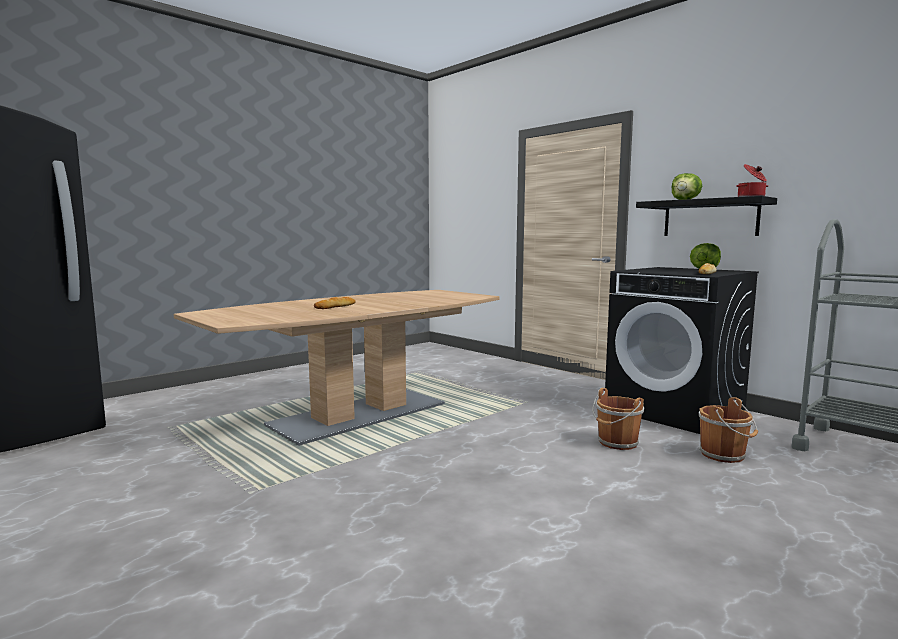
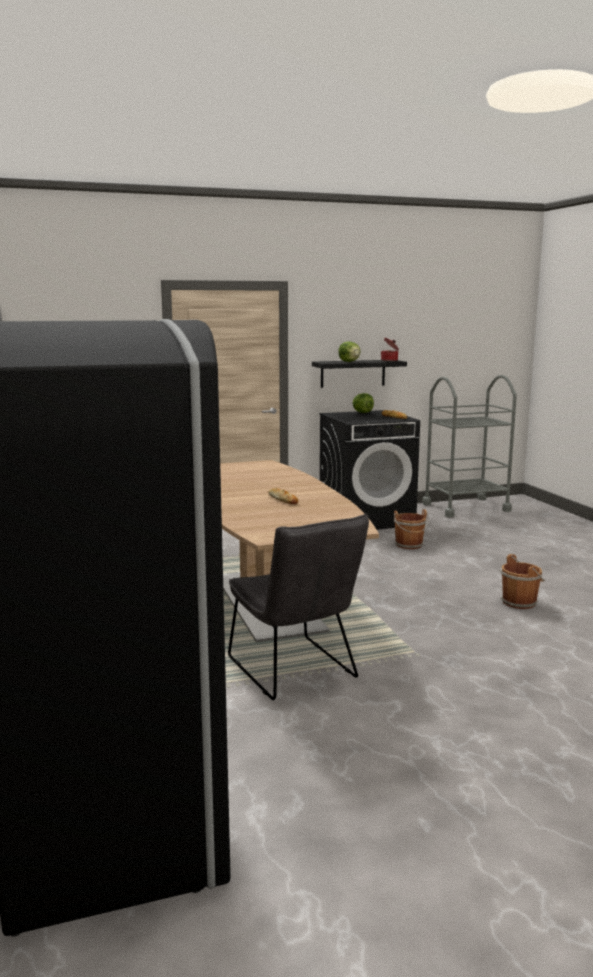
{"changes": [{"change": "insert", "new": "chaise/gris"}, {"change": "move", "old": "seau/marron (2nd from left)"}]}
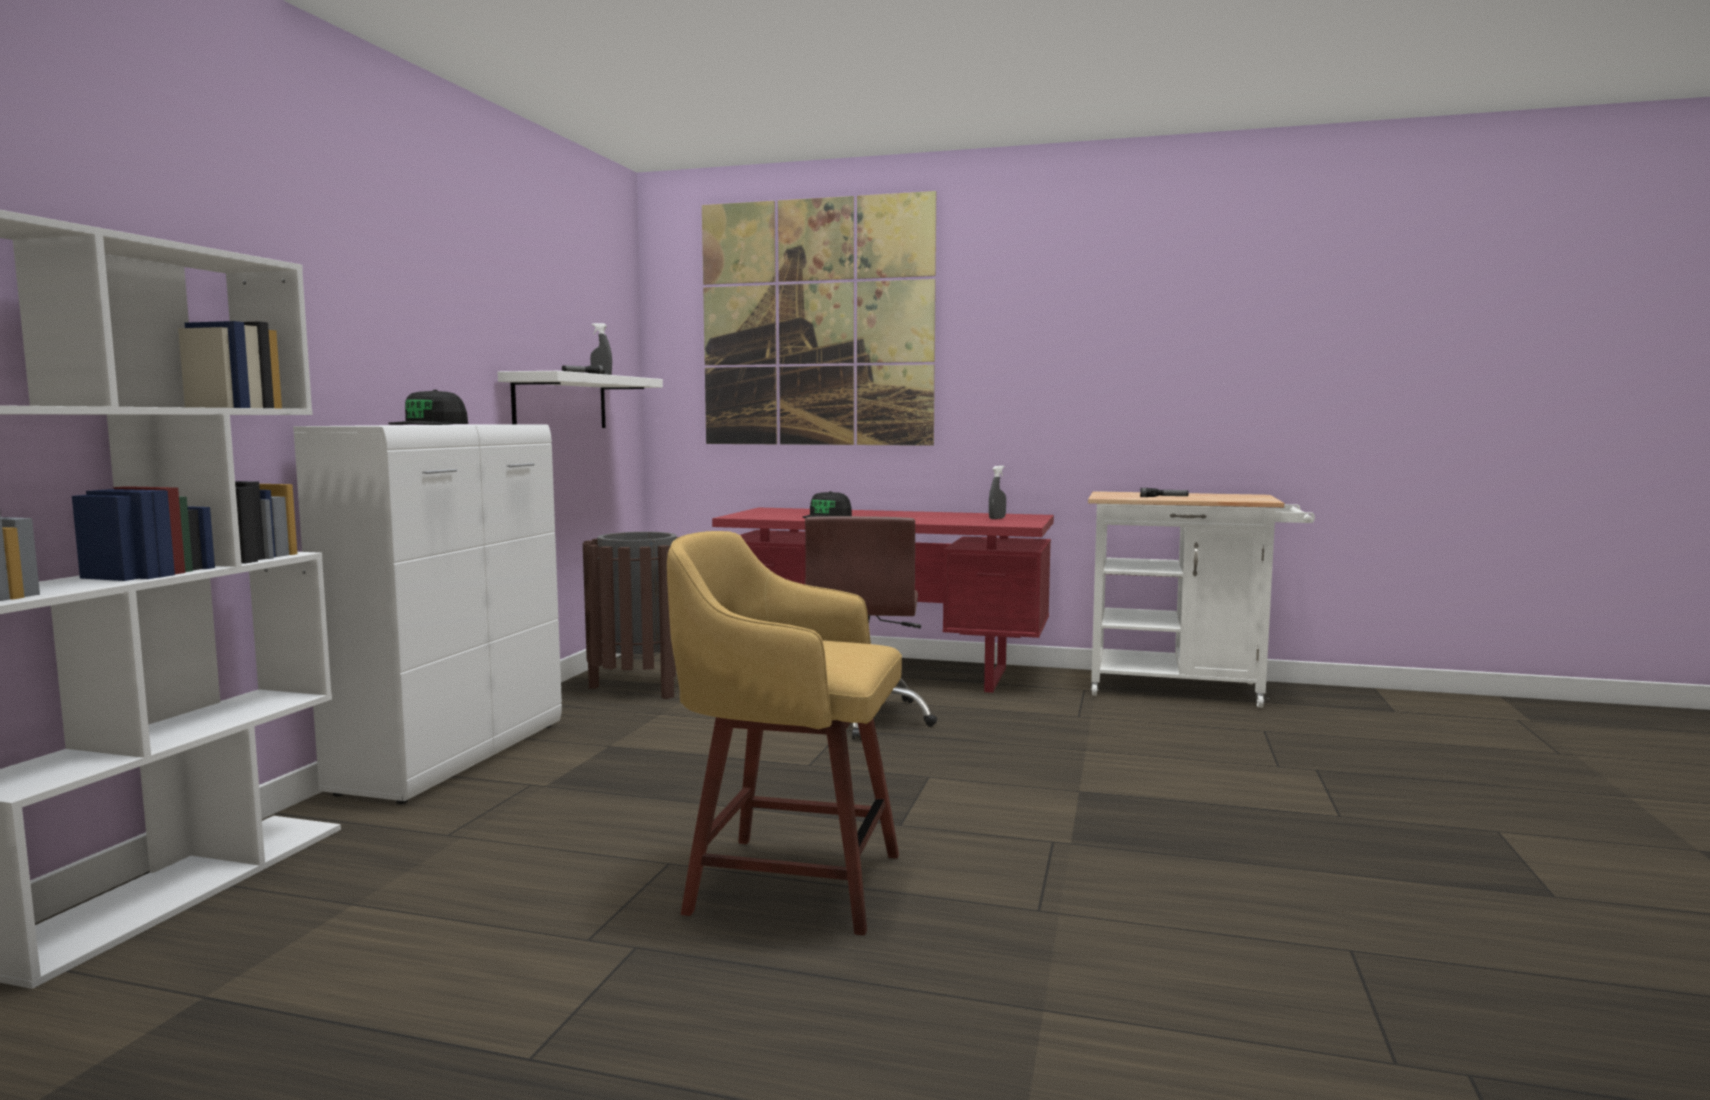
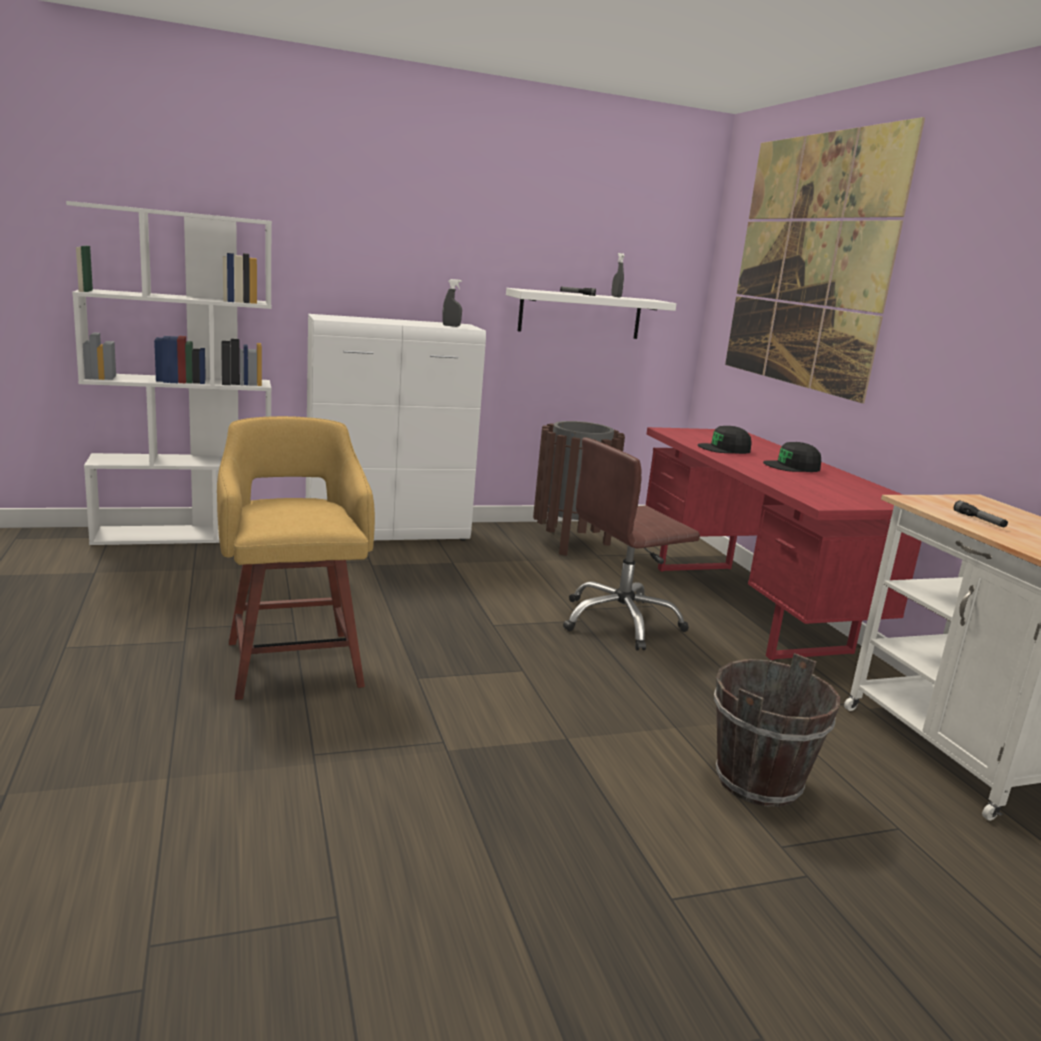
{"changes": [{"change": "move", "old": "vaporisateur/gris (2nd from left in the first image)", "new": "vaporisateur/gris (1st from left)"}, {"change": "insert", "new": "seau/marron"}, {"change": "move", "old": "casquette/noir (1st from left in the first image)", "new": "casquette/noir (2nd from left)"}]}
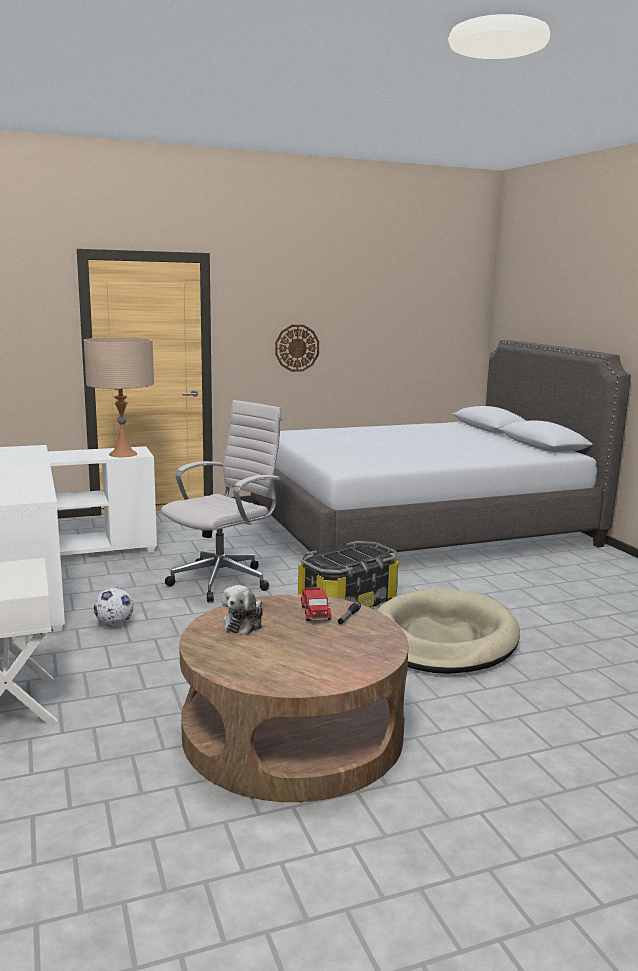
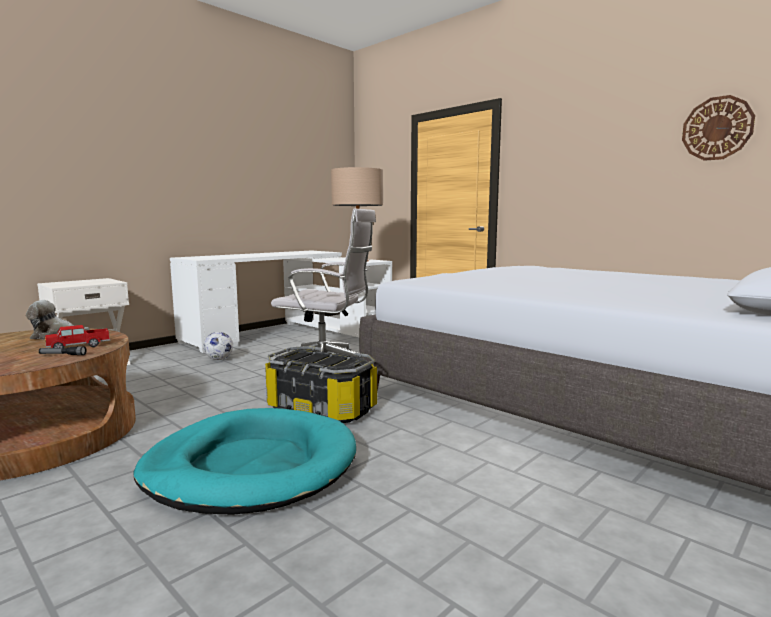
{"changes": [{"change": "recolor", "old": "panier pour chien/beige", "new": "panier pour chien/turquoise"}, {"change": "move", "old": "horloge murale"}]}
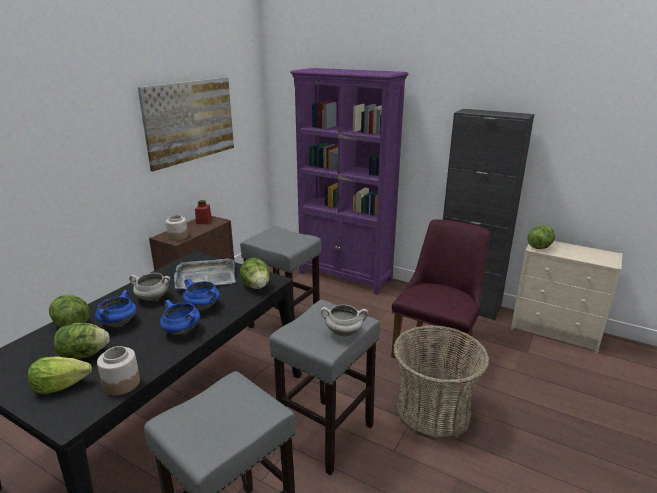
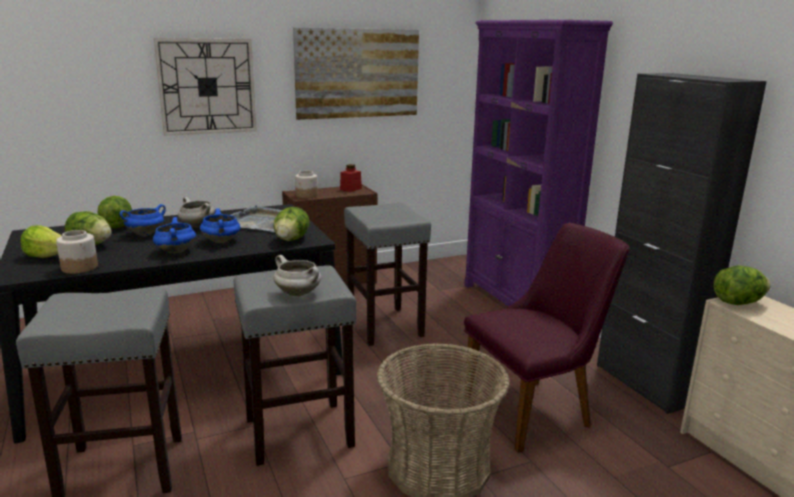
{"changes": [{"change": "insert", "new": "horloge murale"}]}
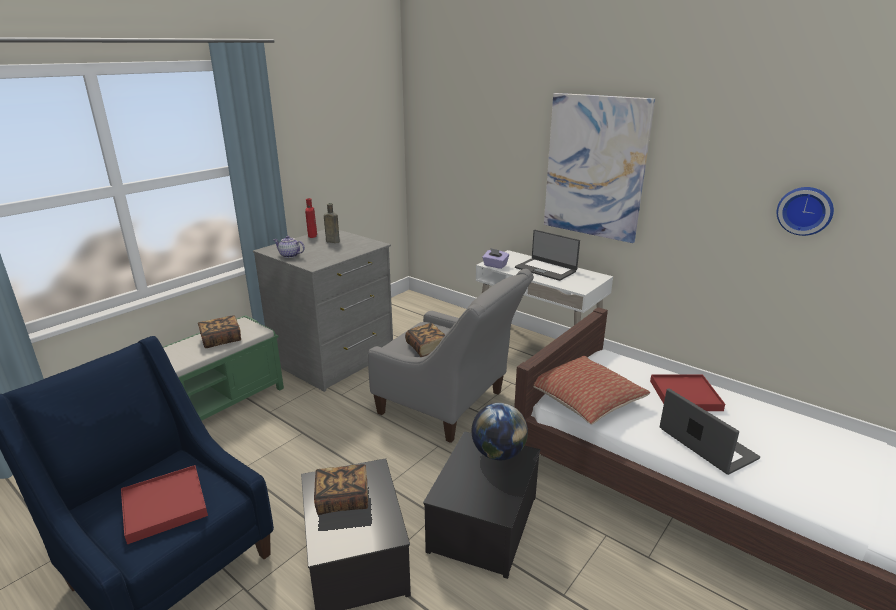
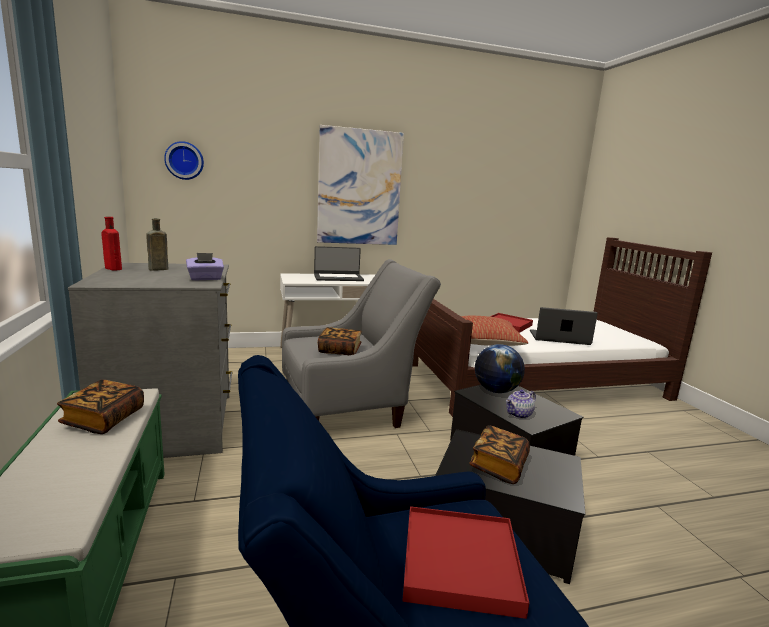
{"changes": [{"change": "move", "old": "horloge murale"}, {"change": "move", "old": "boîte à mouchoirs/violet"}, {"change": "move", "old": "théière"}]}
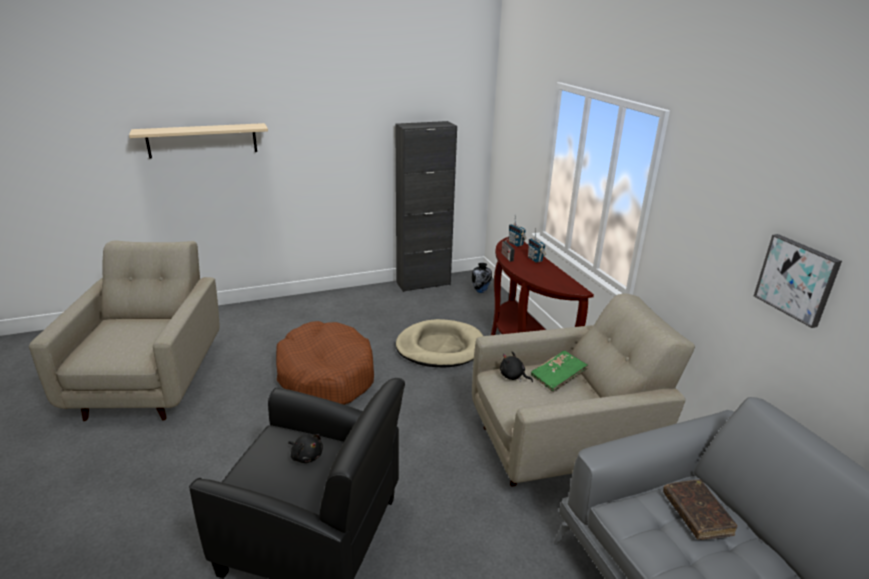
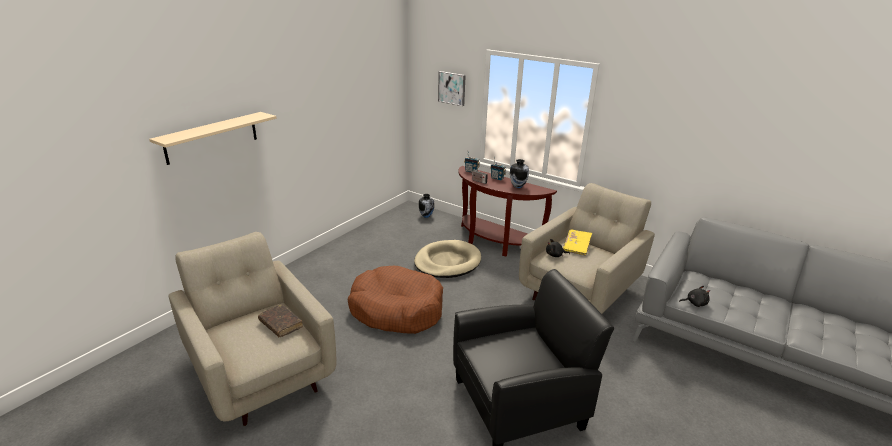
{"changes": [{"change": "move", "old": "livre/marron"}, {"change": "move", "old": "tableau"}, {"change": "insert", "new": "vase (2nd from left)"}, {"change": "recolor", "old": "livre/vert", "new": "livre/jaune"}, {"change": "move", "old": "peluche/noir (1st from left in the first image)", "new": "peluche/noir (2nd from left)"}, {"change": "delete", "old": "meuble de rangement/noir"}]}
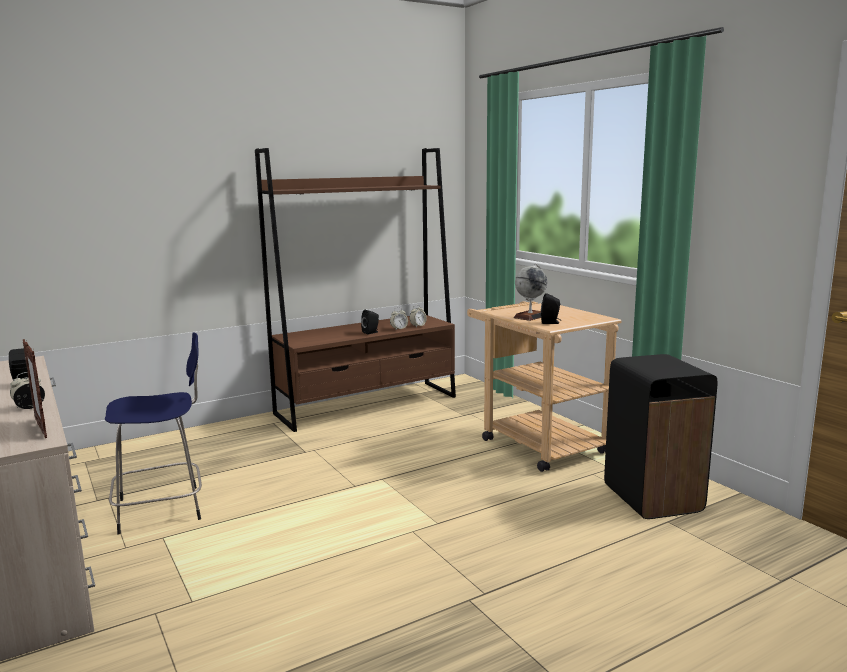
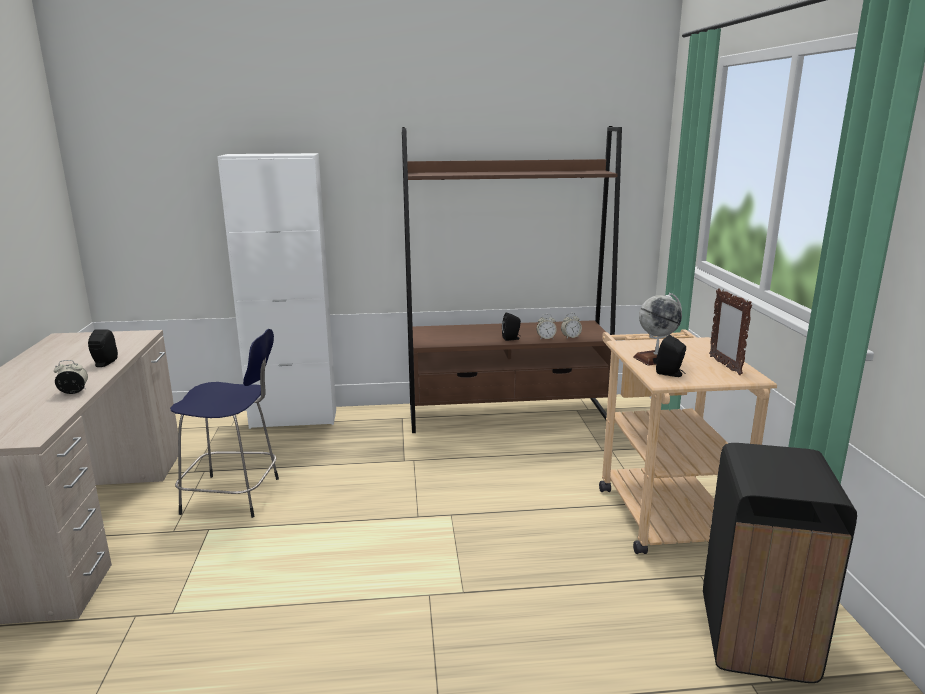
{"changes": [{"change": "insert", "new": "meuble de rangement/blanc"}, {"change": "move", "old": "cadre photo"}]}
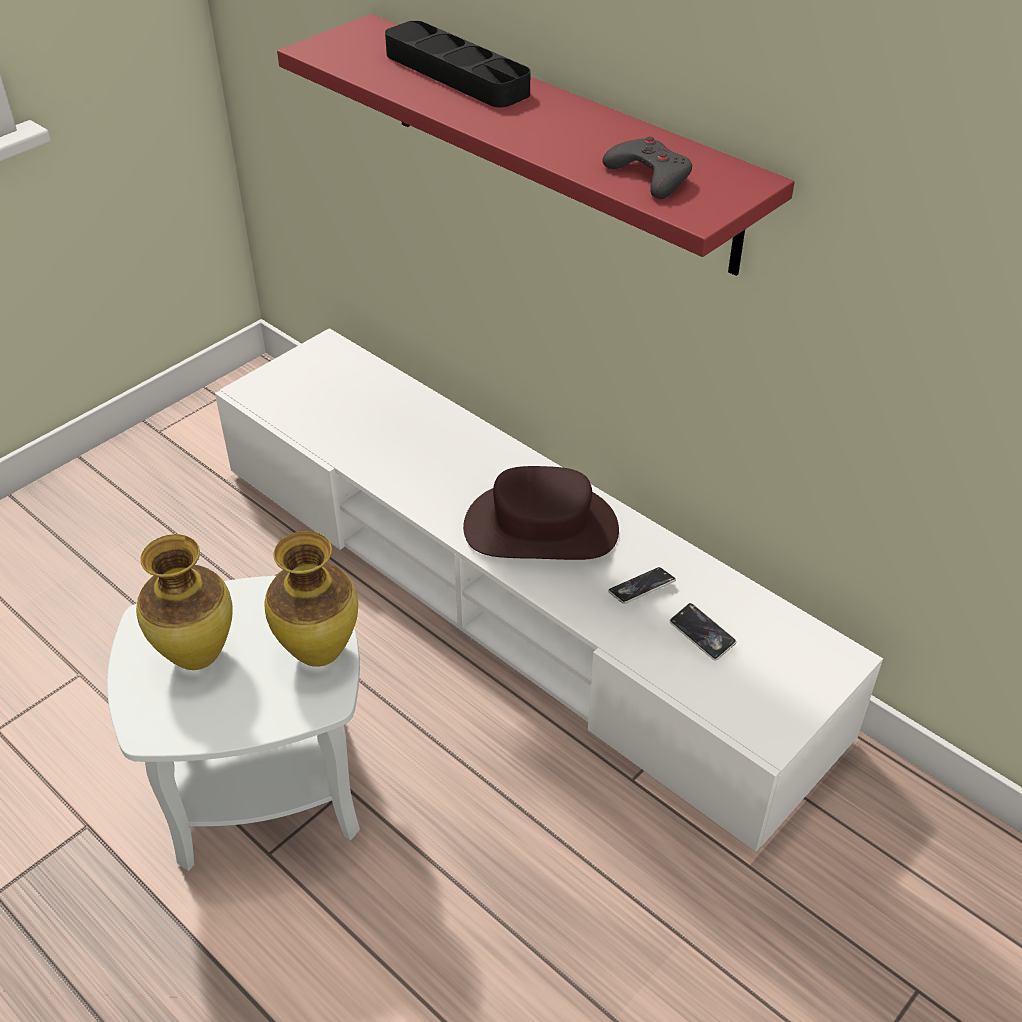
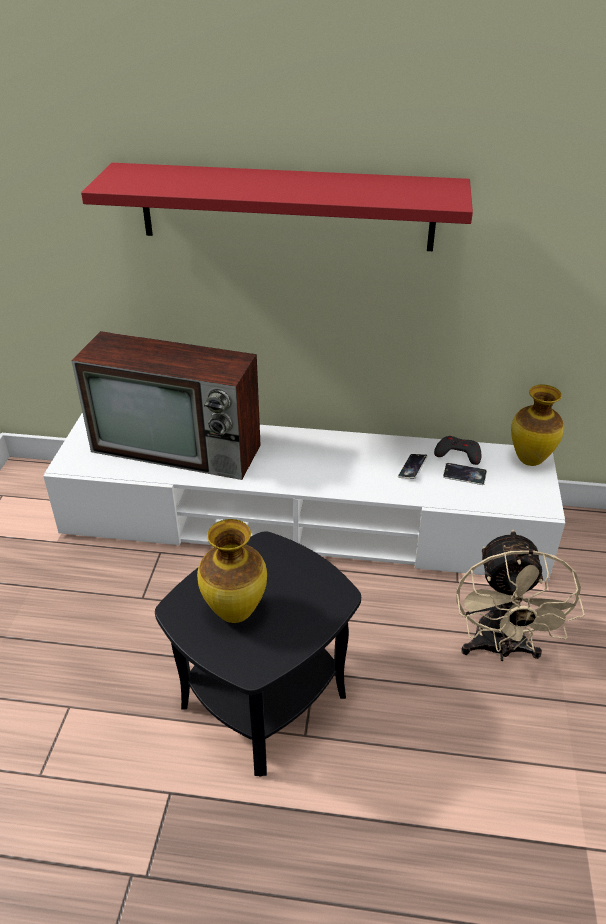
{"changes": [{"change": "insert", "new": "téléviseur"}, {"change": "recolor", "old": "table d'appoint/blanc", "new": "table d'appoint/noir"}, {"change": "move", "old": "manette/gris"}, {"change": "insert", "new": "ventilateur/beige"}, {"change": "move", "old": "vase (2nd from left)"}, {"change": "delete", "old": "plateau/noir"}, {"change": "delete", "old": "chapeau/marron"}]}
